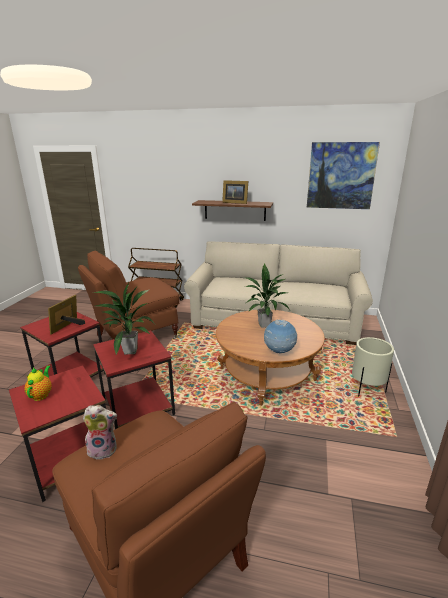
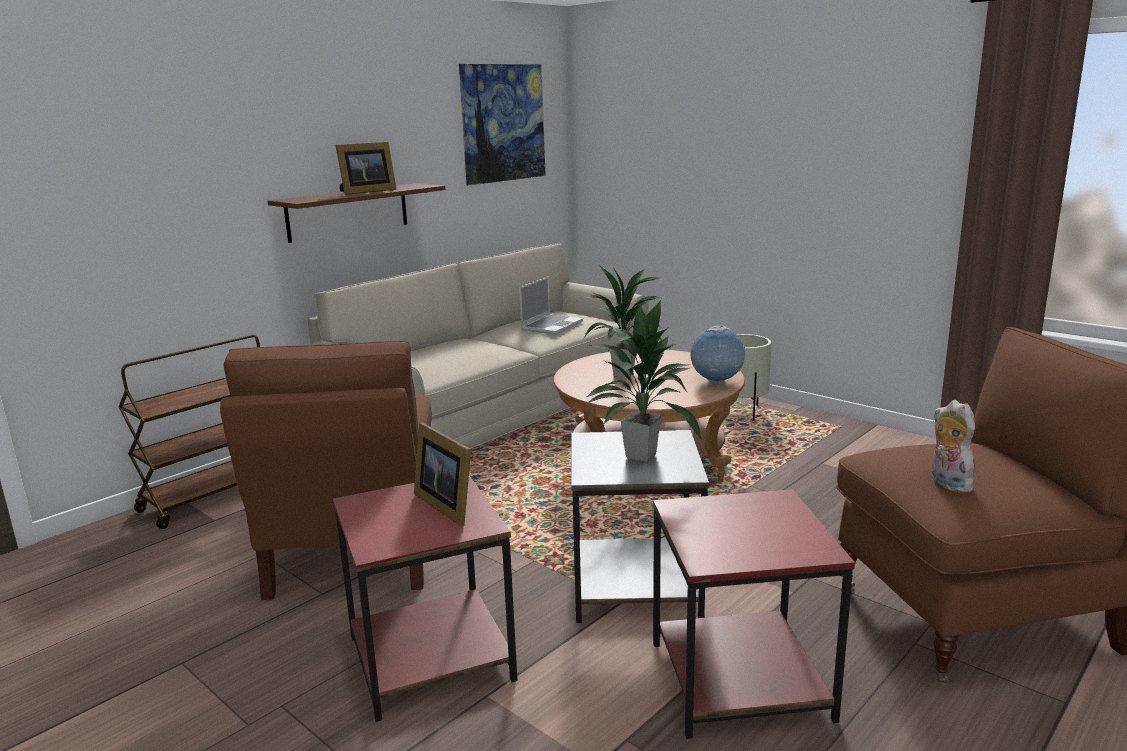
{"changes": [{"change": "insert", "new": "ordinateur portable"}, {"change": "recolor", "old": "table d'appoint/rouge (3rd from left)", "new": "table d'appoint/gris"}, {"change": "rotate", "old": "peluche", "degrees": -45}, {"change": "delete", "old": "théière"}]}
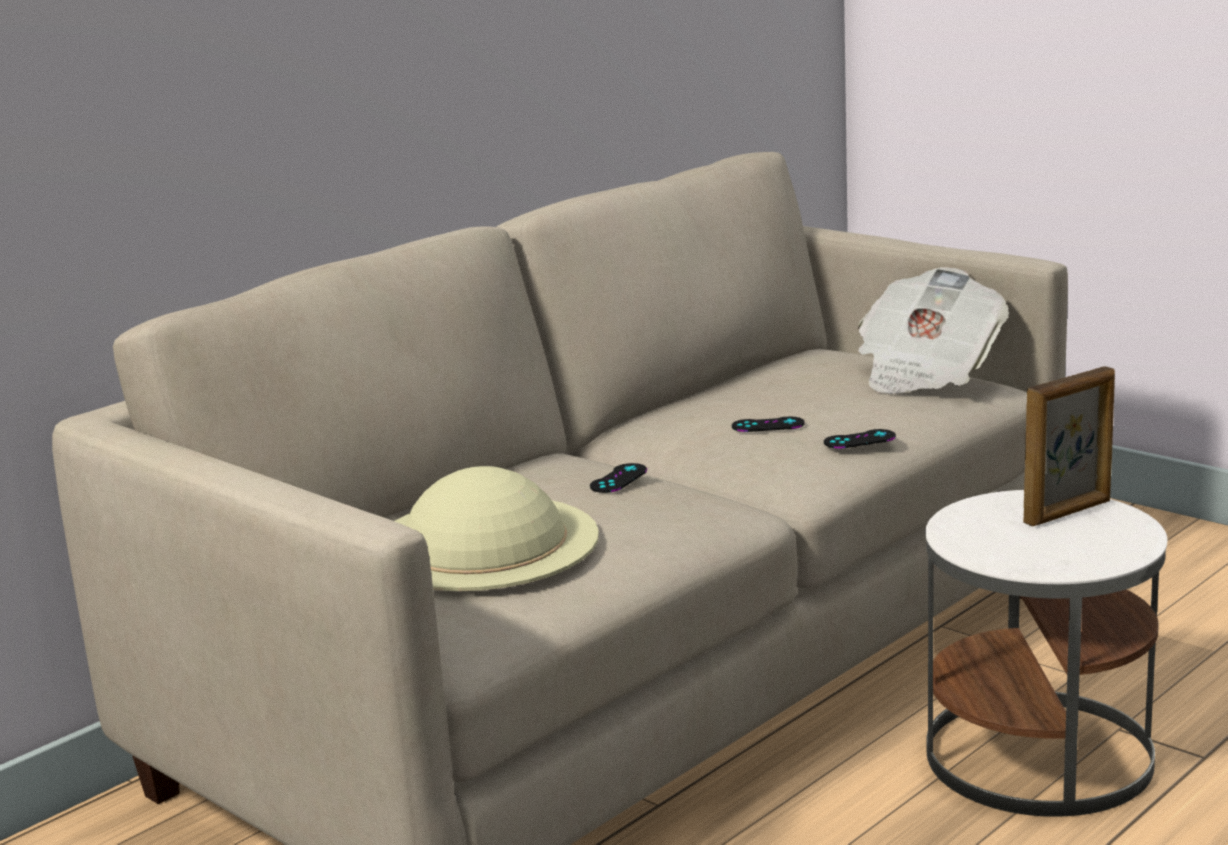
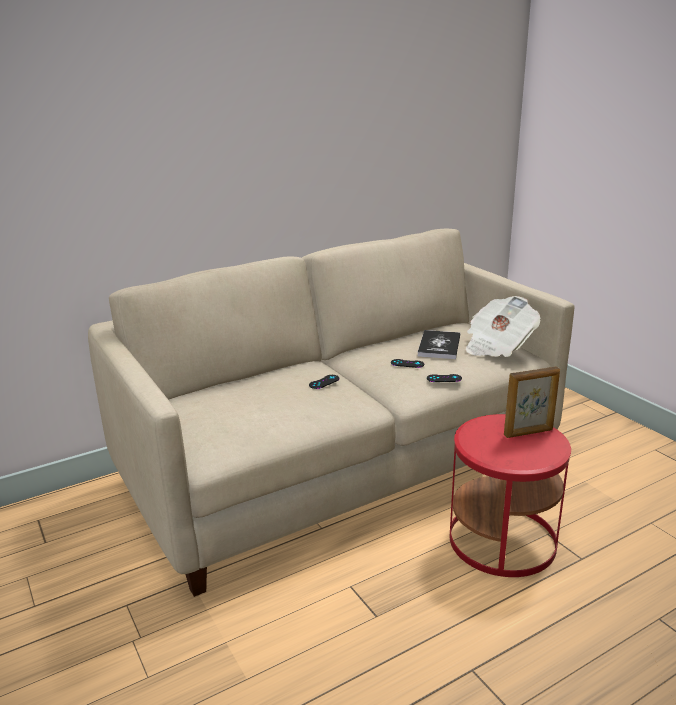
{"changes": [{"change": "insert", "new": "livre"}, {"change": "recolor", "old": "table d'appoint/blanc", "new": "table d'appoint/rouge"}, {"change": "delete", "old": "chapeau/beige"}]}
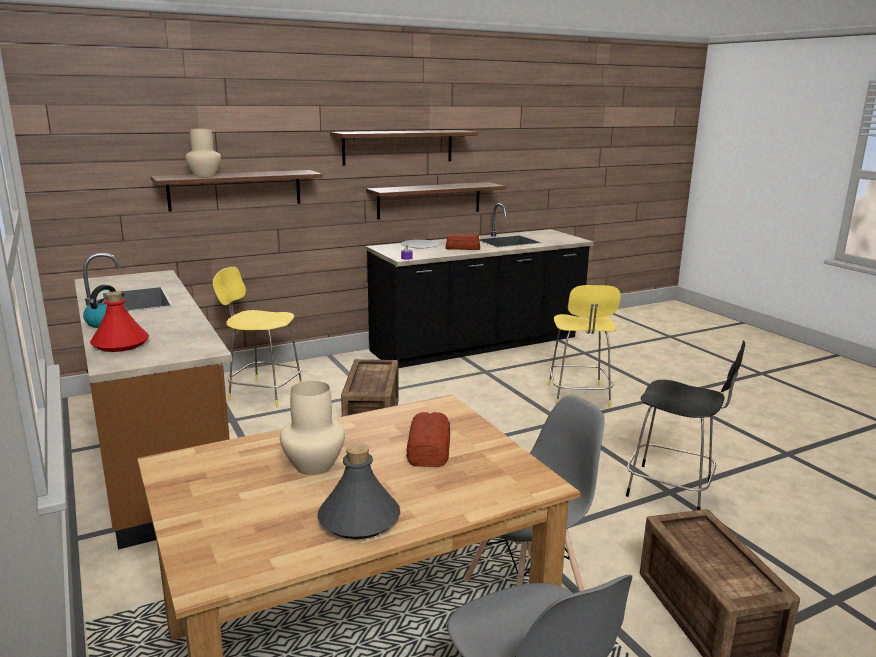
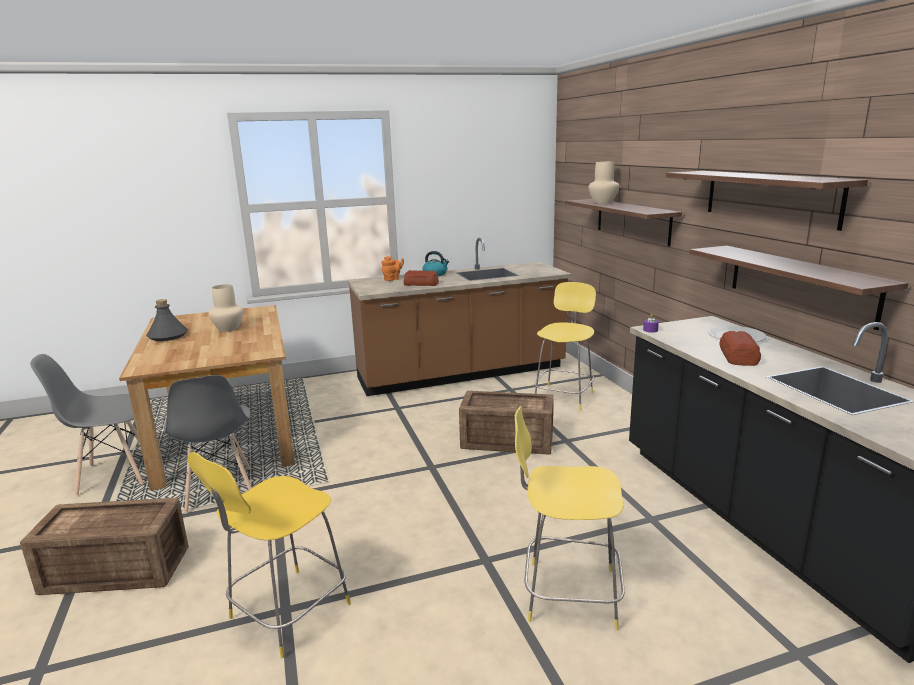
{"changes": [{"change": "recolor", "old": "tabouret/noir", "new": "tabouret/jaune (1st from left)"}, {"change": "replace", "old": "bouteille/rouge", "new": "théière/orange"}, {"change": "move", "old": "pain (1st from left)"}]}
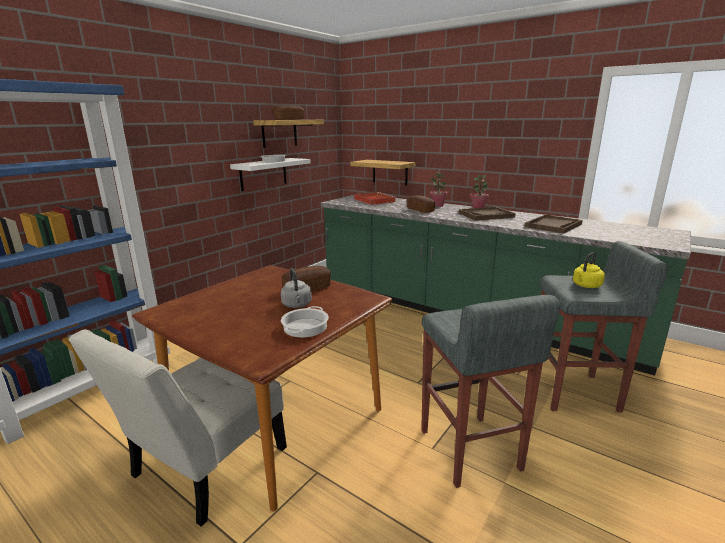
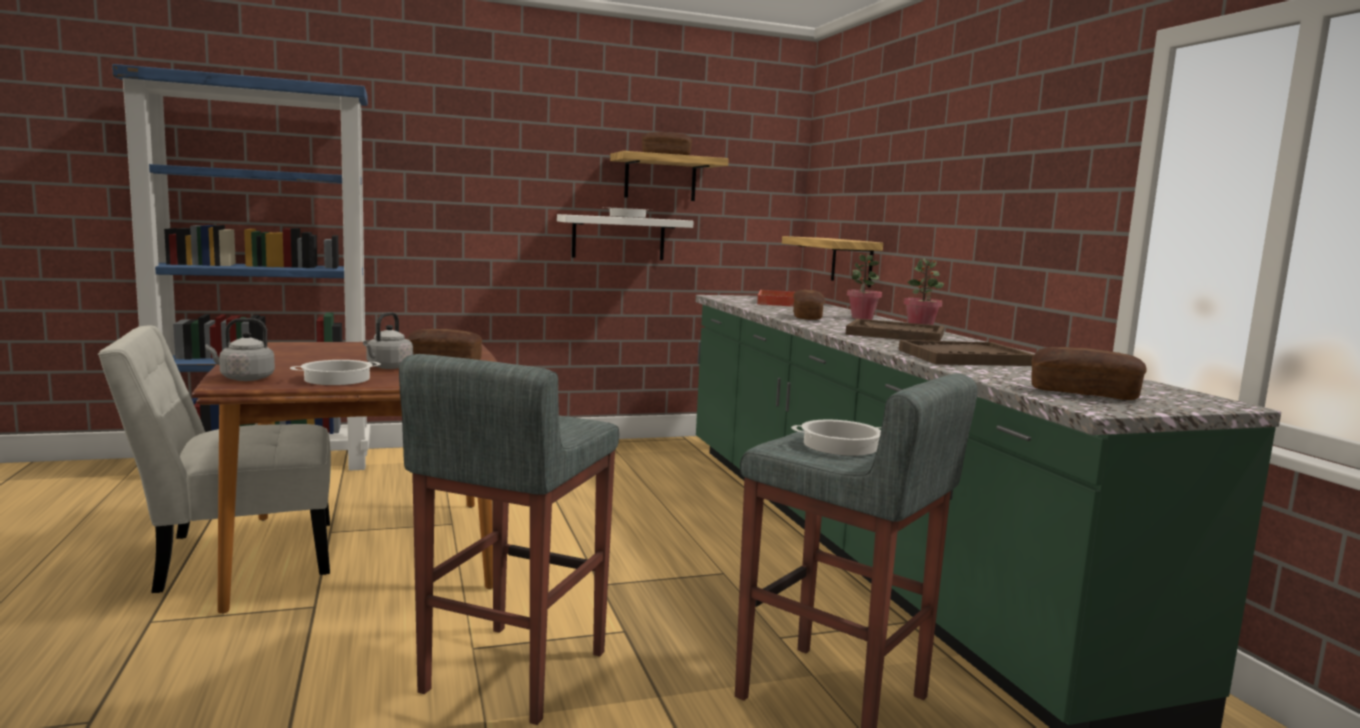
{"changes": [{"change": "insert", "new": "bouilloire/gris (1st from left)"}, {"change": "replace", "old": "bouilloire/jaune", "new": "marmite (3rd from left)"}, {"change": "insert", "new": "pain (4th from left)"}]}
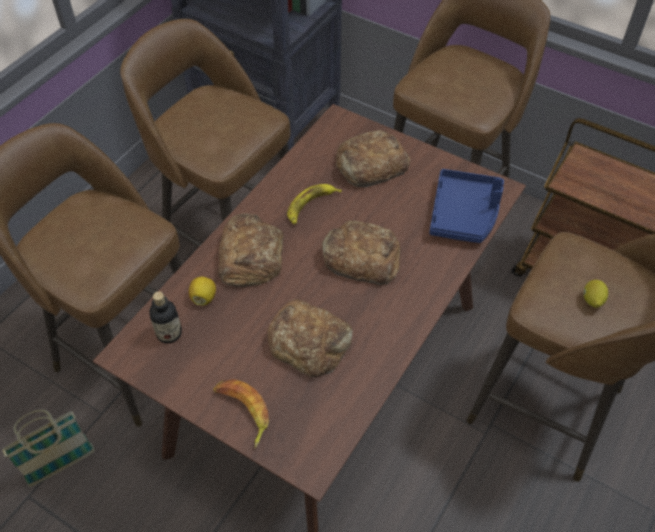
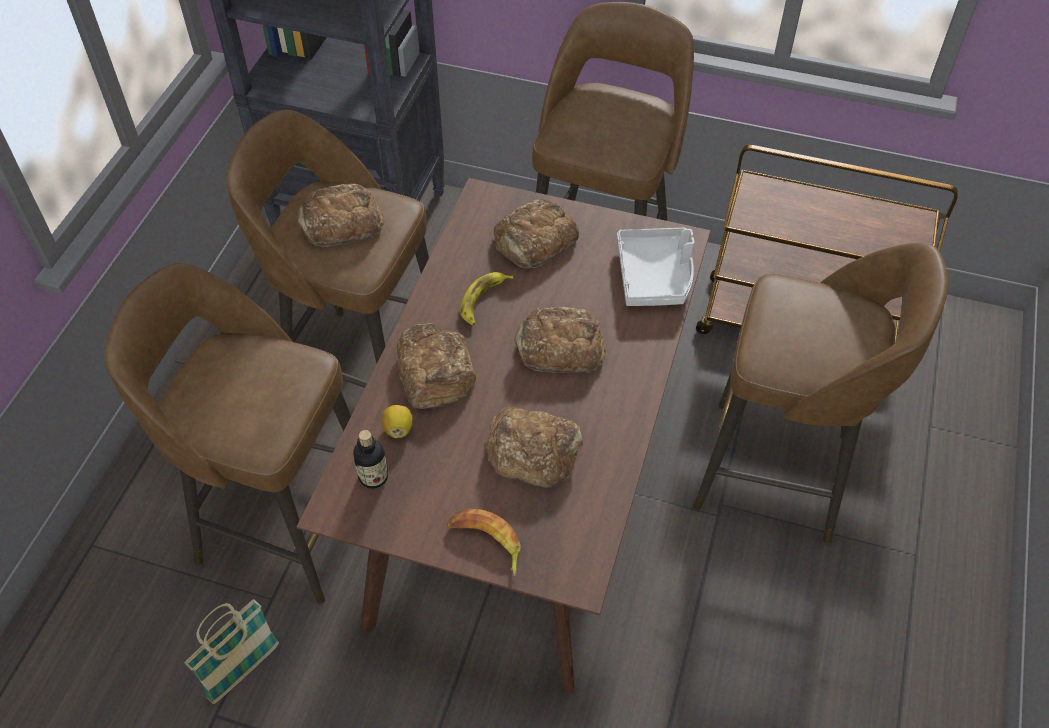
{"changes": [{"change": "insert", "new": "pain (1st from left)"}, {"change": "recolor", "old": "plateau/bleu", "new": "plateau/gris"}, {"change": "delete", "old": "citron (2nd from left)"}]}
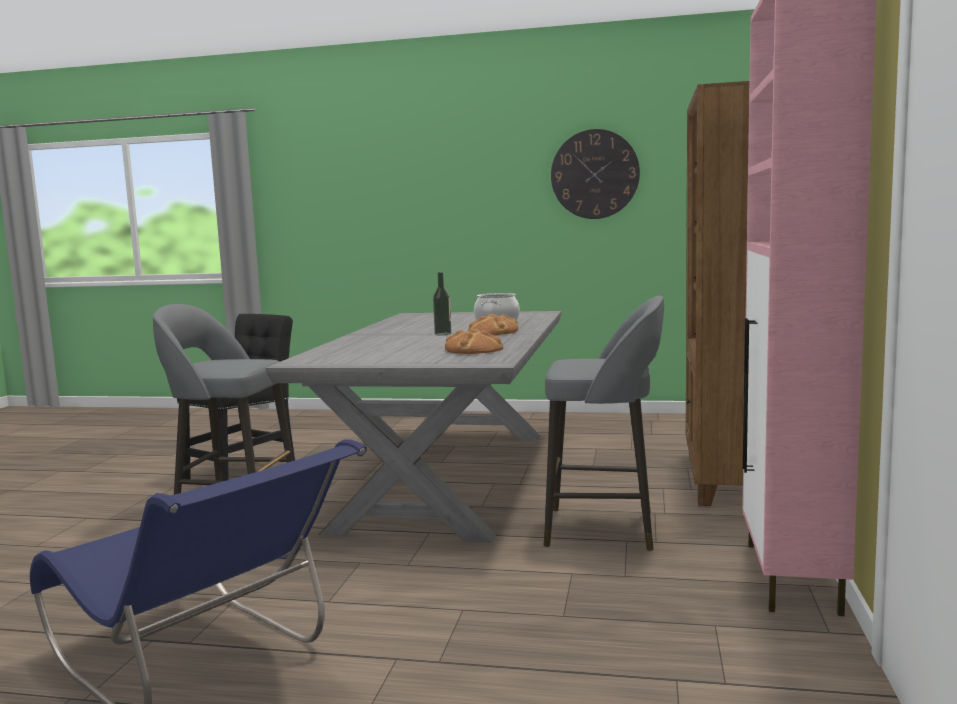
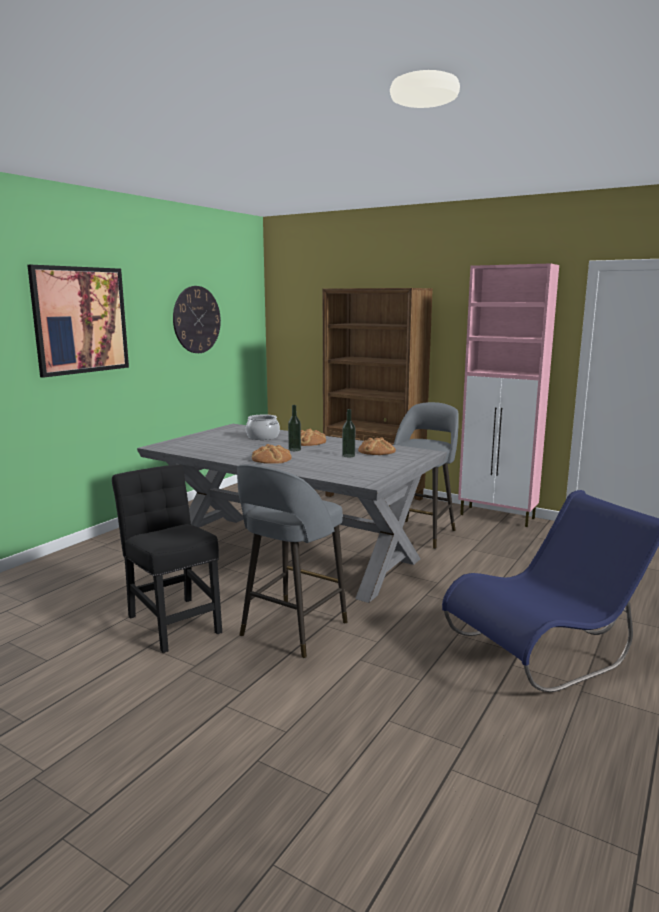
{"changes": [{"change": "insert", "new": "tableau"}, {"change": "insert", "new": "pain (1st from left)"}, {"change": "insert", "new": "bouteille (2nd from left)"}]}
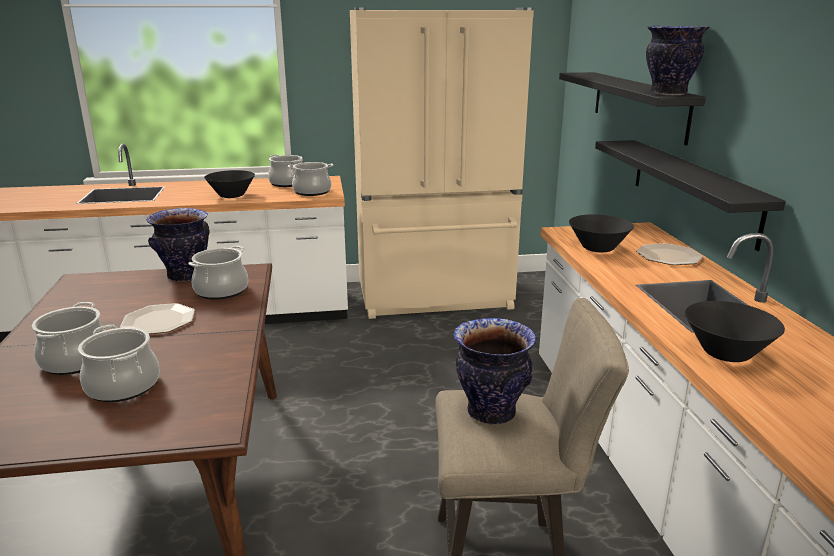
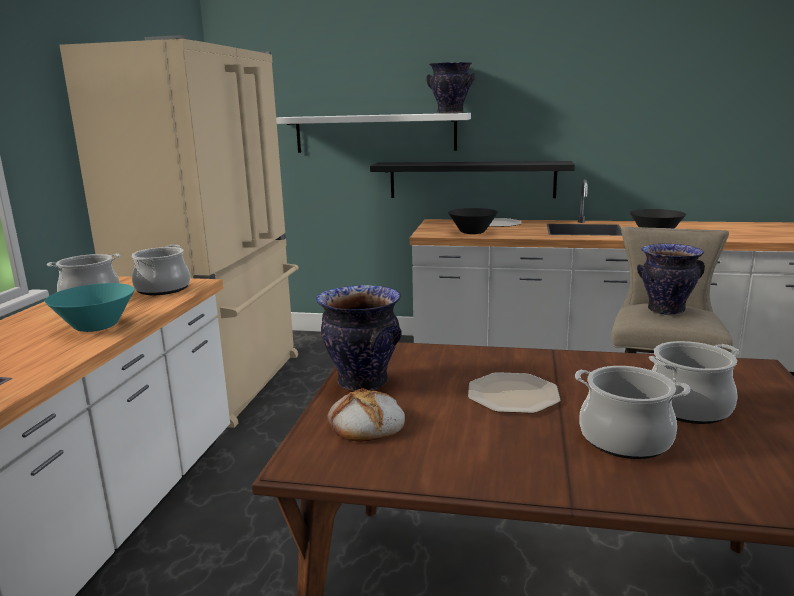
{"changes": [{"change": "recolor", "old": "bol/noir (1st from left)", "new": "bol/turquoise"}, {"change": "recolor", "old": "étagère/noir (1st from left)", "new": "étagère/blanc"}, {"change": "insert", "new": "pain"}, {"change": "delete", "old": "marmite (3rd from left)"}]}
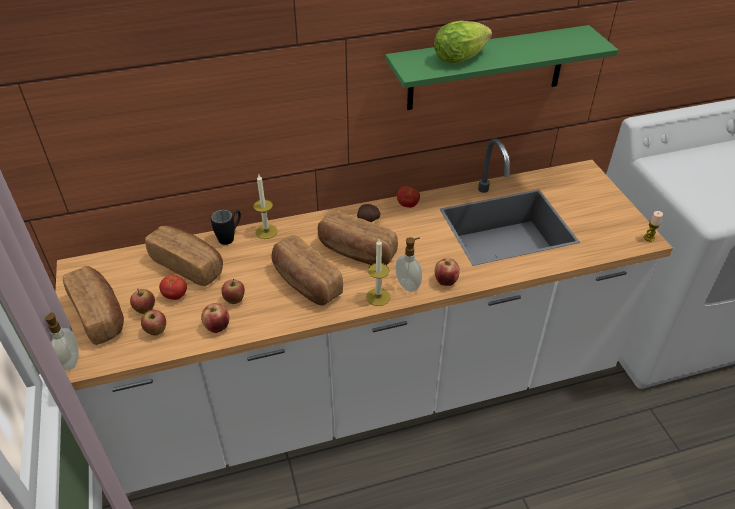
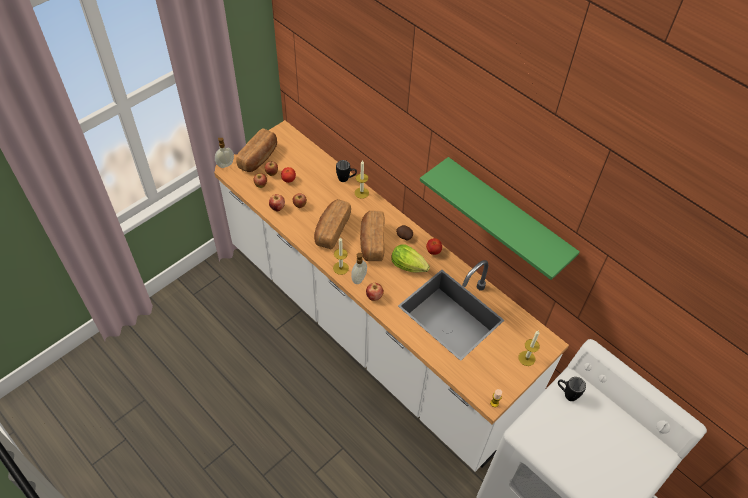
{"changes": [{"change": "move", "old": "laitue"}, {"change": "insert", "new": "bougie (4th from left)"}, {"change": "insert", "new": "mug/noir (2nd from left)"}, {"change": "delete", "old": "pain (2nd from left)"}]}
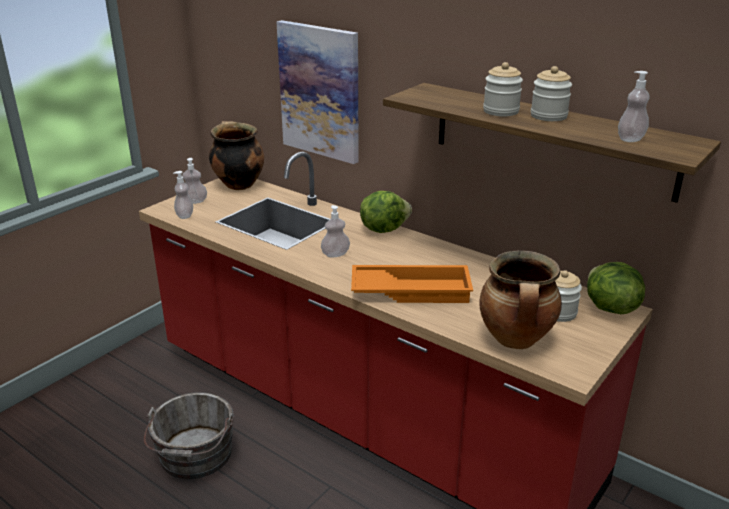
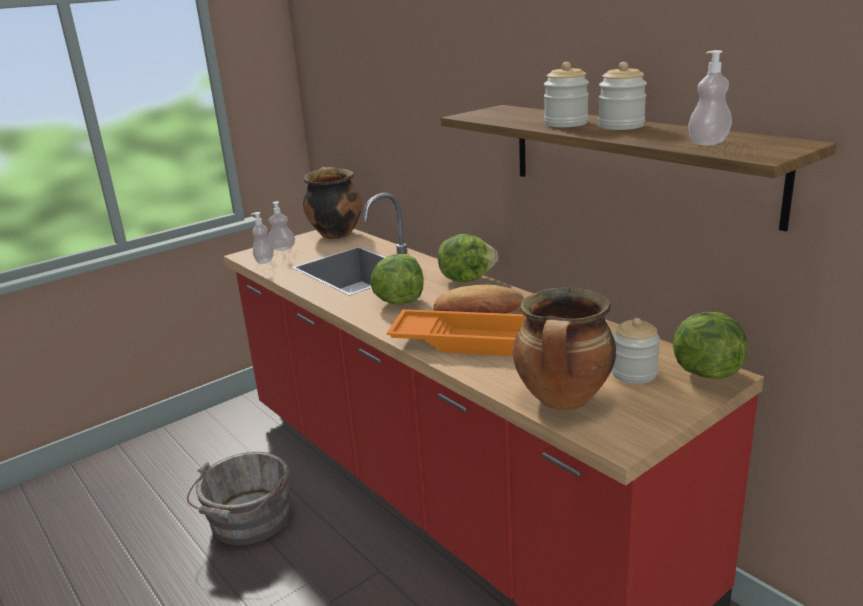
{"changes": [{"change": "replace", "old": "distributeur de savon (3rd from left)", "new": "laitue (1st from left)"}, {"change": "insert", "new": "pain"}, {"change": "delete", "old": "tableau"}]}
